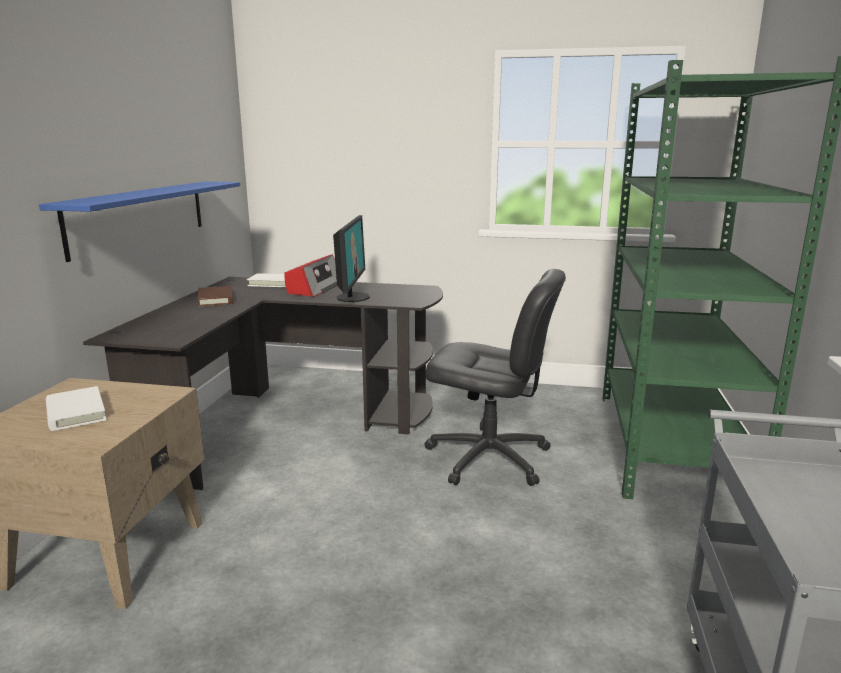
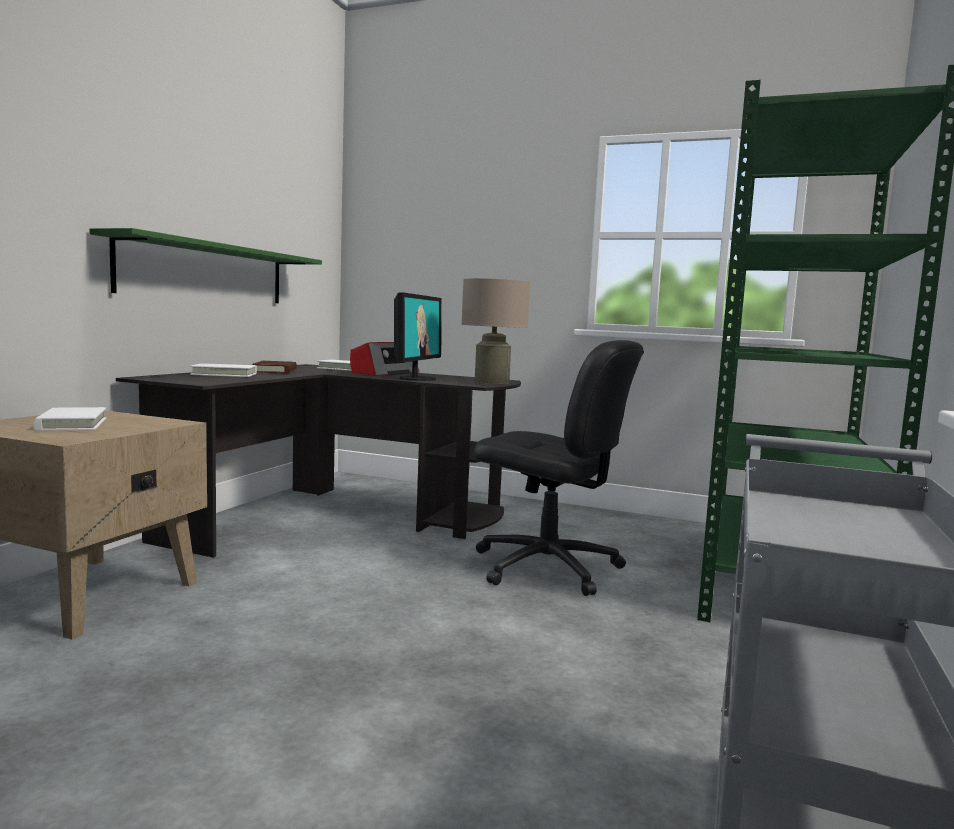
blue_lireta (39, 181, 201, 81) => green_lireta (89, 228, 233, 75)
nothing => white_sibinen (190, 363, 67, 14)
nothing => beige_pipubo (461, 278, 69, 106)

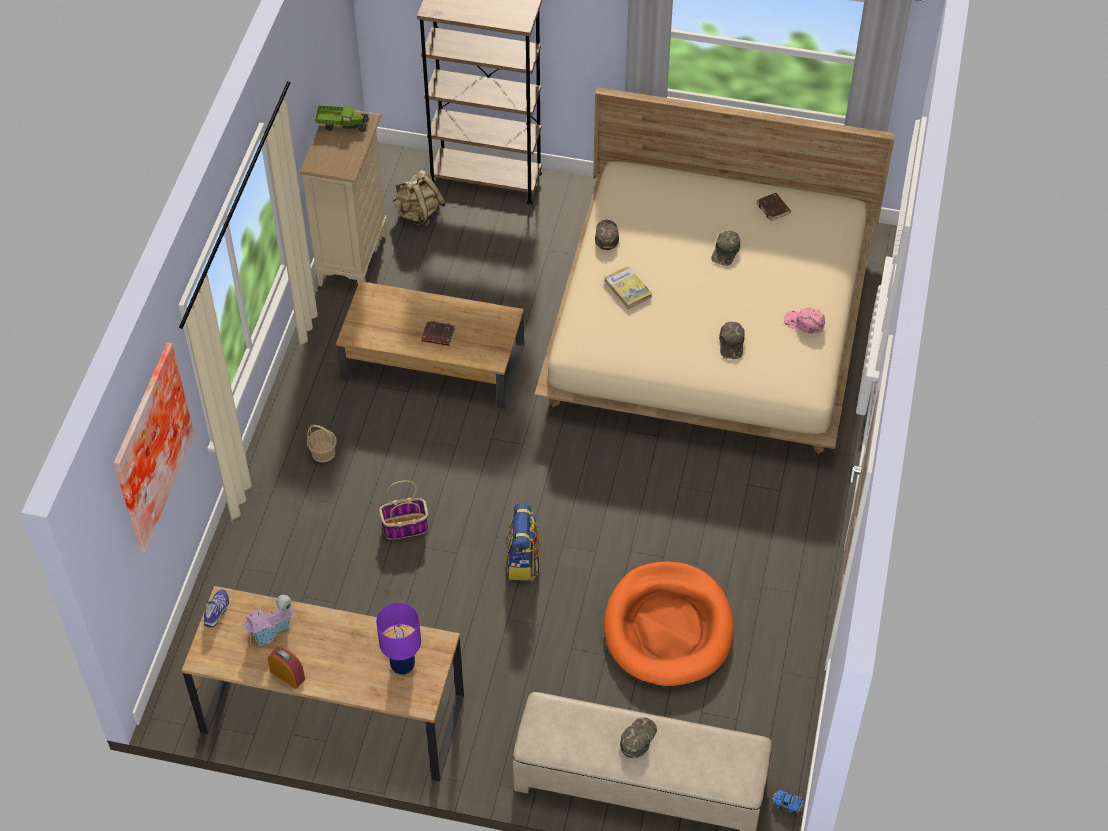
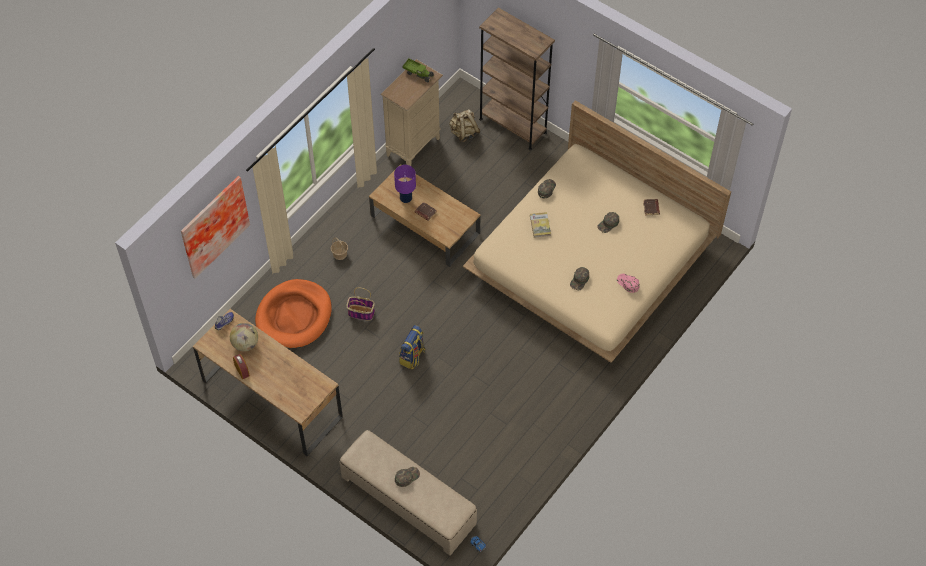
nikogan (242, 595, 52, 52) => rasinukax (230, 323, 28, 28)
purple_pipubo (376, 602, 45, 72) => purple_pipubo (394, 165, 22, 38), relocated
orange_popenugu (604, 561, 130, 126) => orange_popenugu (255, 279, 77, 69), relocated

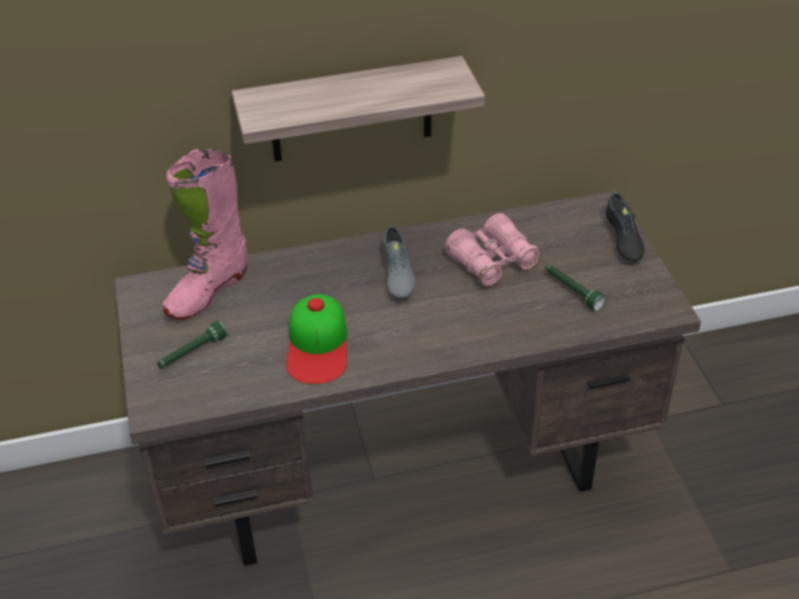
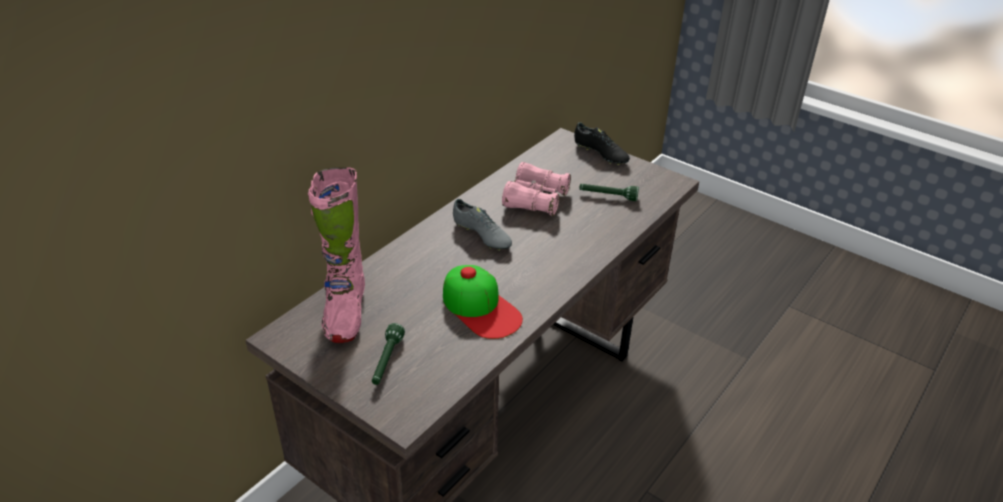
lireta (232, 56, 253, 105) => nothing

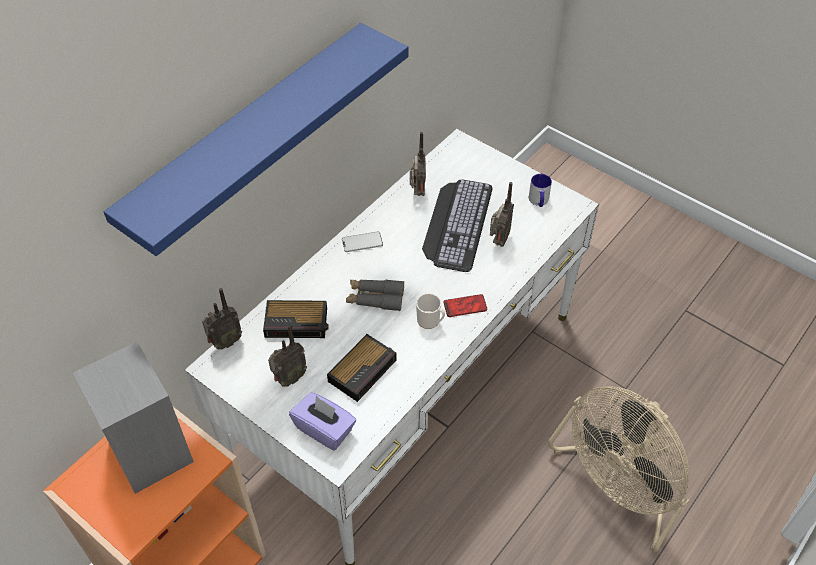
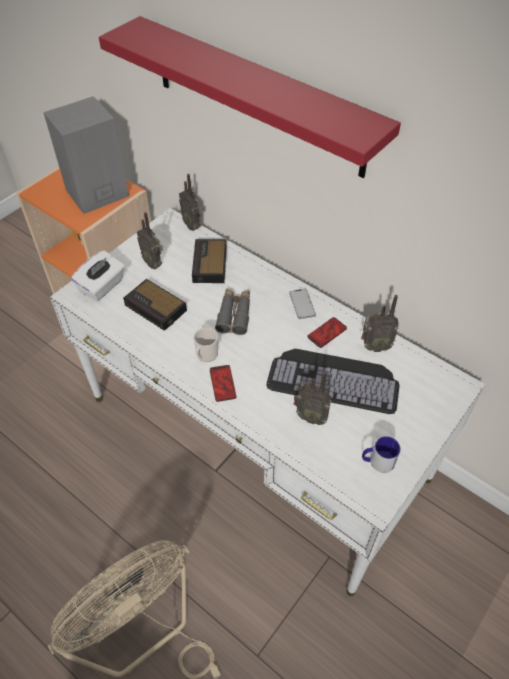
blue_lireta (104, 23, 304, 233) => red_lireta (99, 16, 302, 162)
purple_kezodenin (289, 392, 67, 59) => white_kezodenin (71, 250, 54, 51)
nothing => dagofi (308, 317, 39, 31)

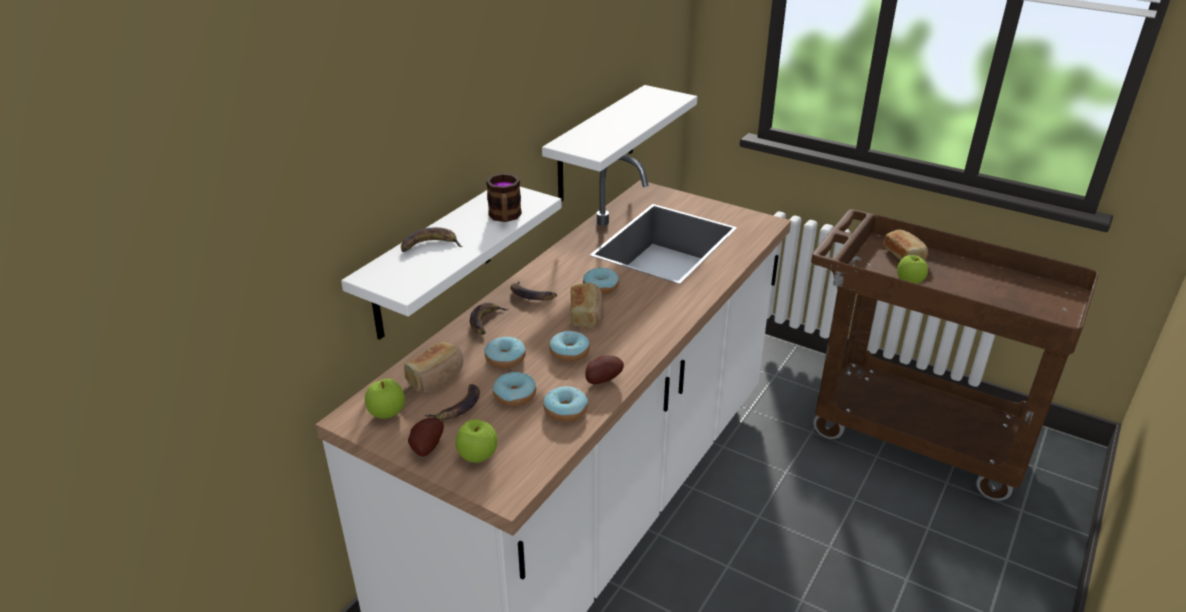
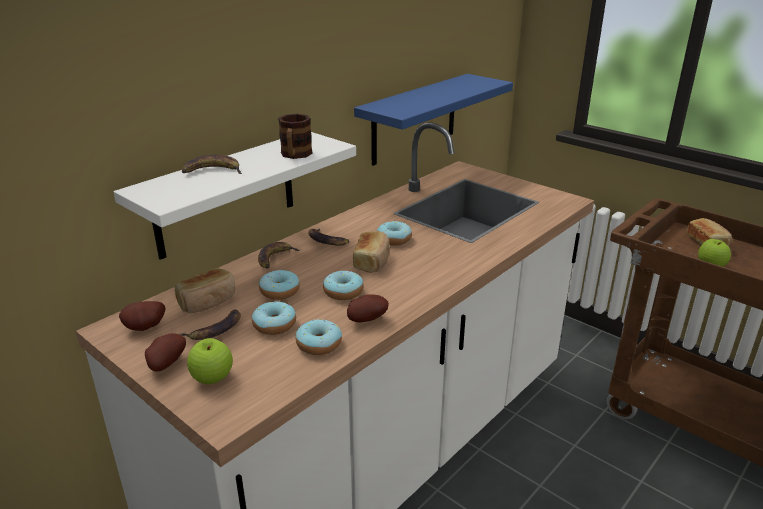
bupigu (365, 379, 40, 40) => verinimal (119, 301, 46, 30)
white_lireta (542, 85, 155, 117) => blue_lireta (354, 74, 159, 92)

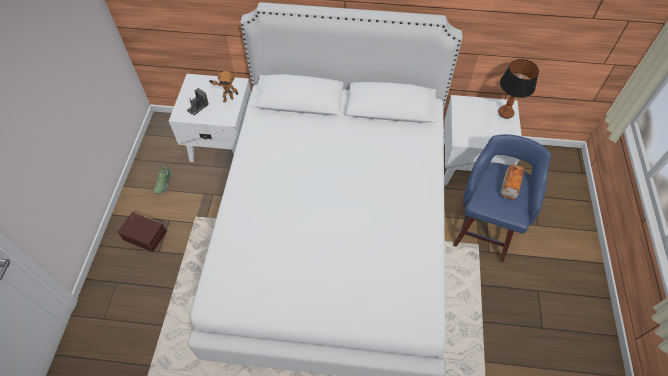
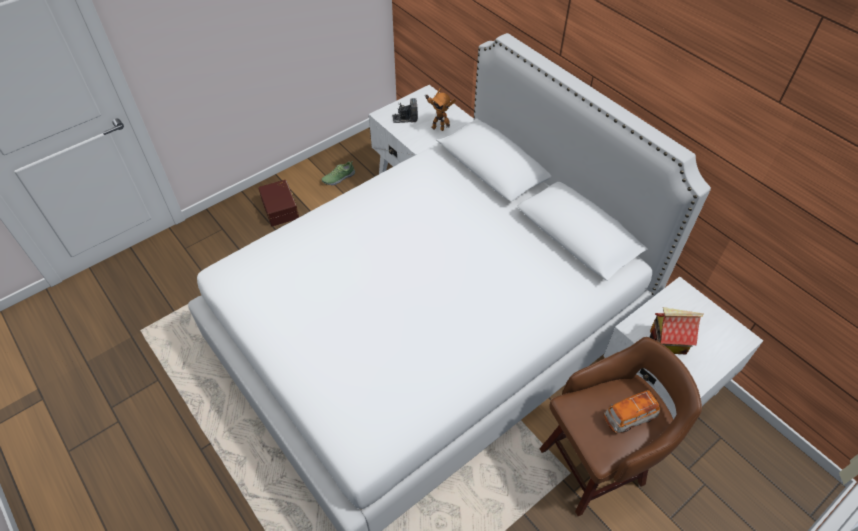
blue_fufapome (453, 134, 98, 128) => brown_fufapome (539, 337, 163, 179)
pipubo (498, 59, 41, 60) => nothing
nothing => nikogan (650, 307, 54, 48)

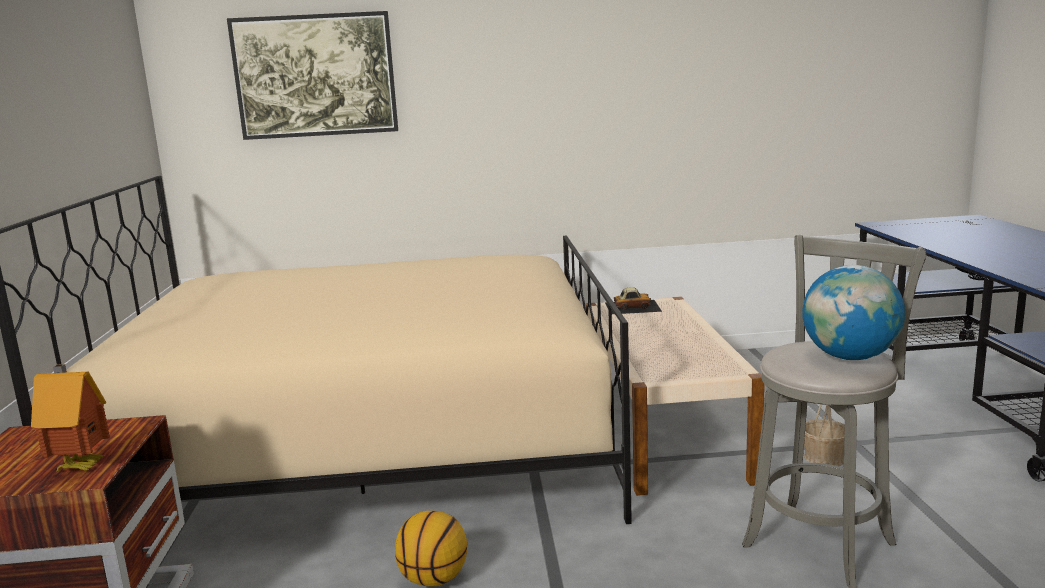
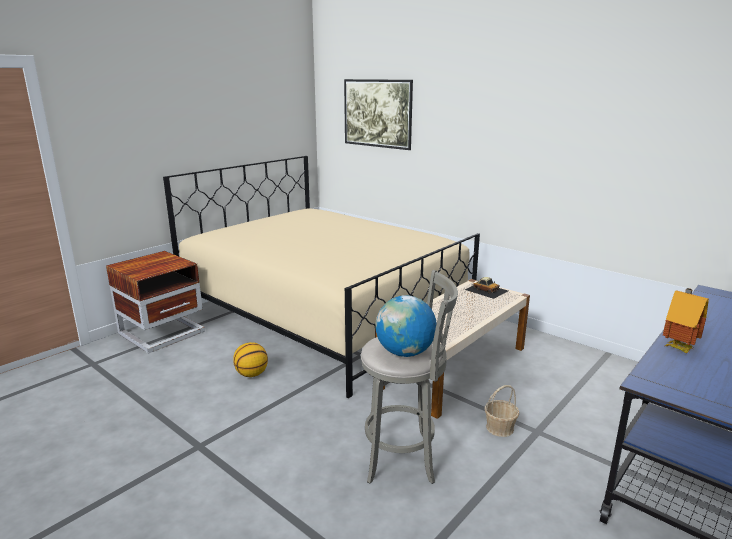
nikogan (31, 364, 79, 107) => nikogan (663, 288, 46, 66), relocated

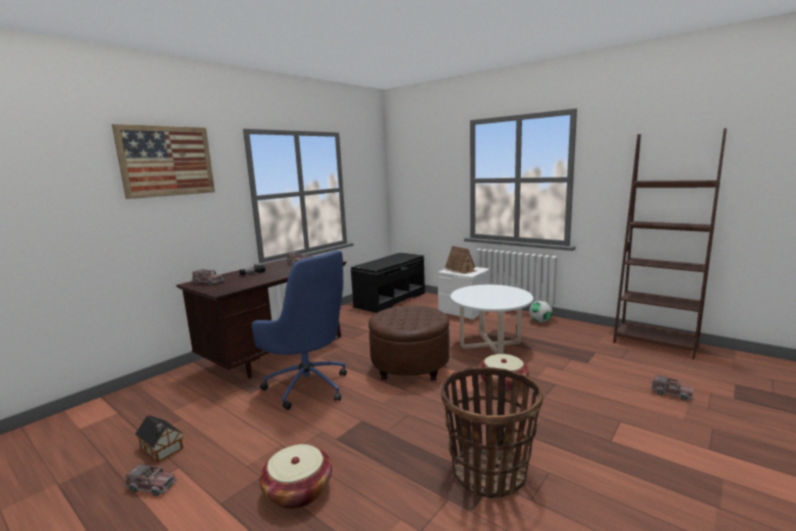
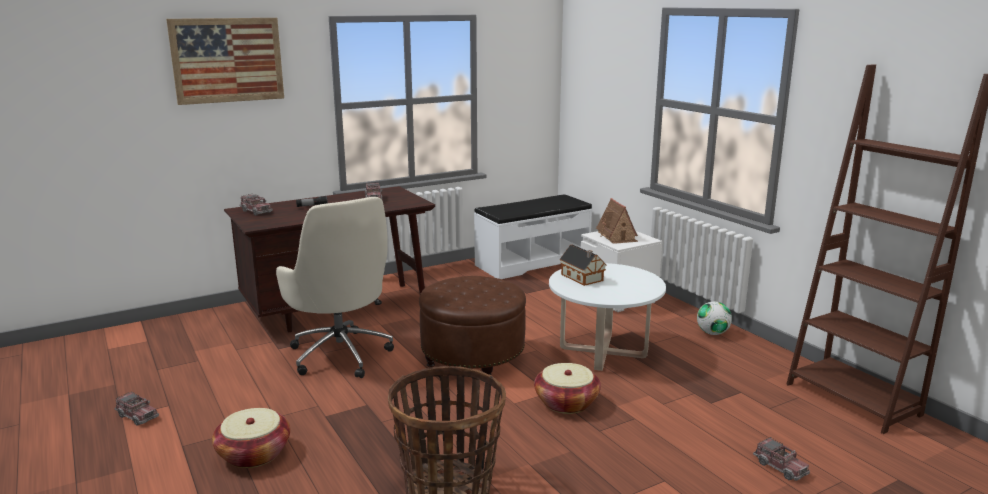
nikogan (135, 415, 49, 47) => nikogan (560, 245, 47, 41), relocated
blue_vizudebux (252, 251, 95, 159) => beige_vizudebux (276, 197, 118, 181)
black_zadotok (351, 253, 74, 60) => white_zadotok (474, 194, 118, 85)

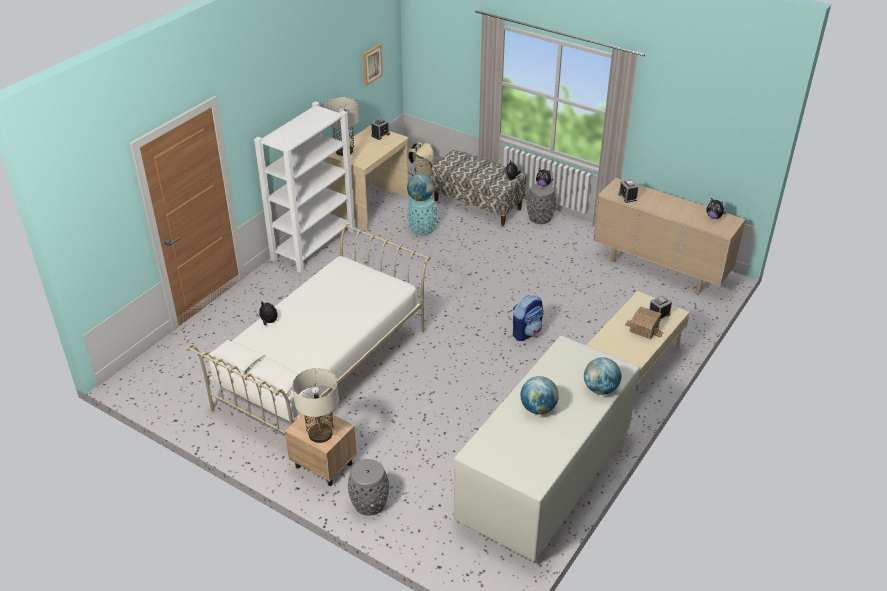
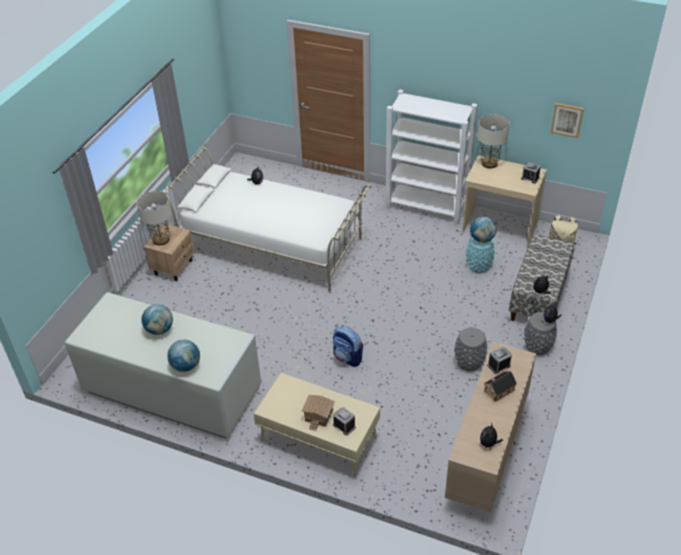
grey_fufapome (348, 459, 41, 57) => grey_fufapome (455, 328, 32, 43), relocated
nothing => nikogan (484, 371, 33, 31)

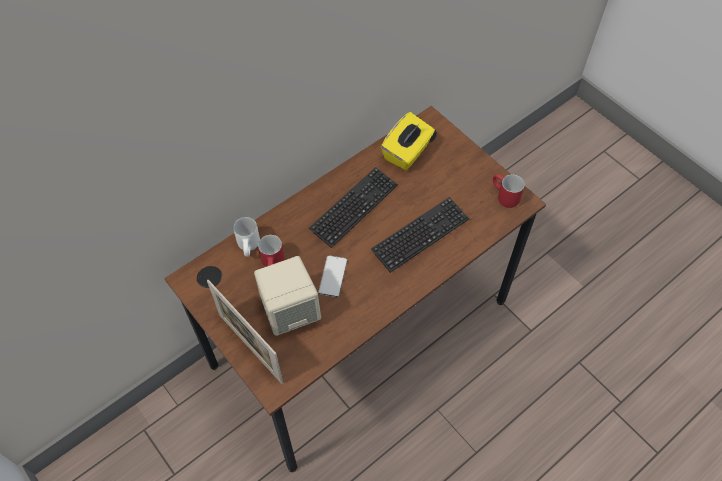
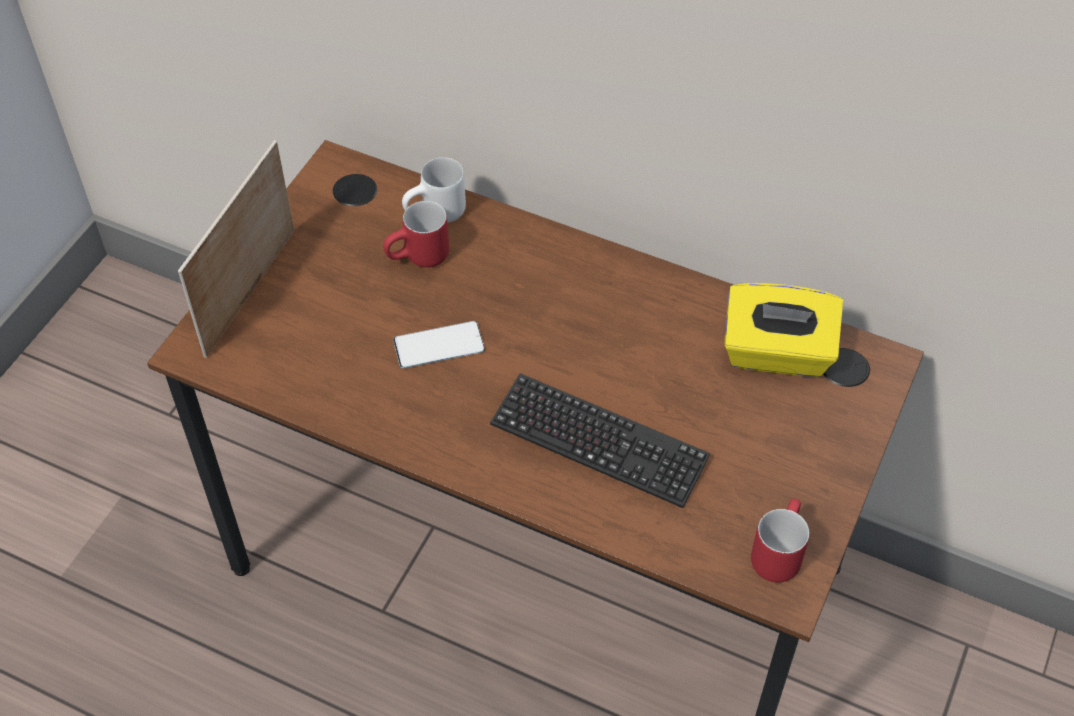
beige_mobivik (254, 256, 67, 80) => nothing
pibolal (309, 167, 89, 81) => nothing

